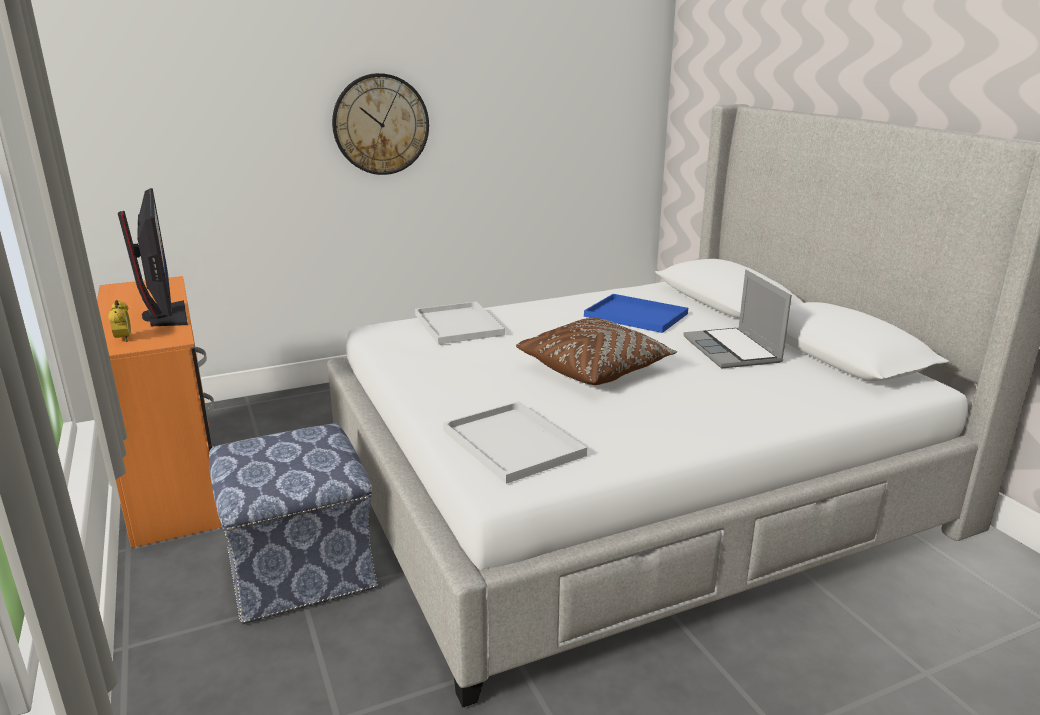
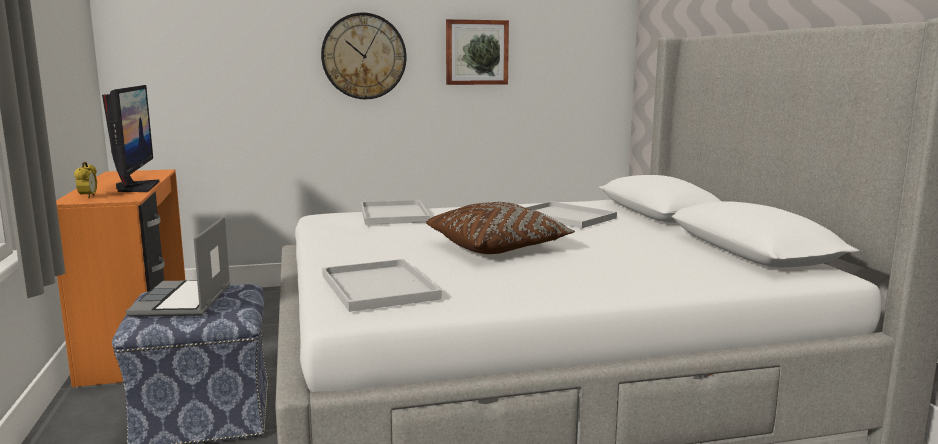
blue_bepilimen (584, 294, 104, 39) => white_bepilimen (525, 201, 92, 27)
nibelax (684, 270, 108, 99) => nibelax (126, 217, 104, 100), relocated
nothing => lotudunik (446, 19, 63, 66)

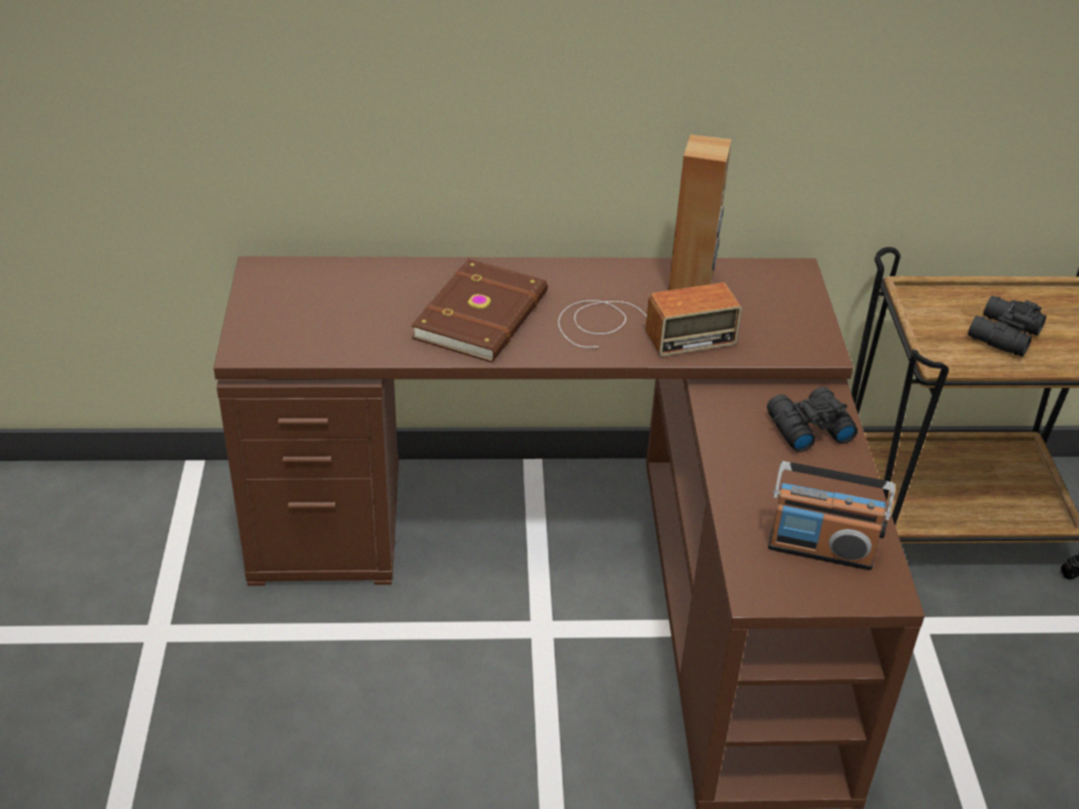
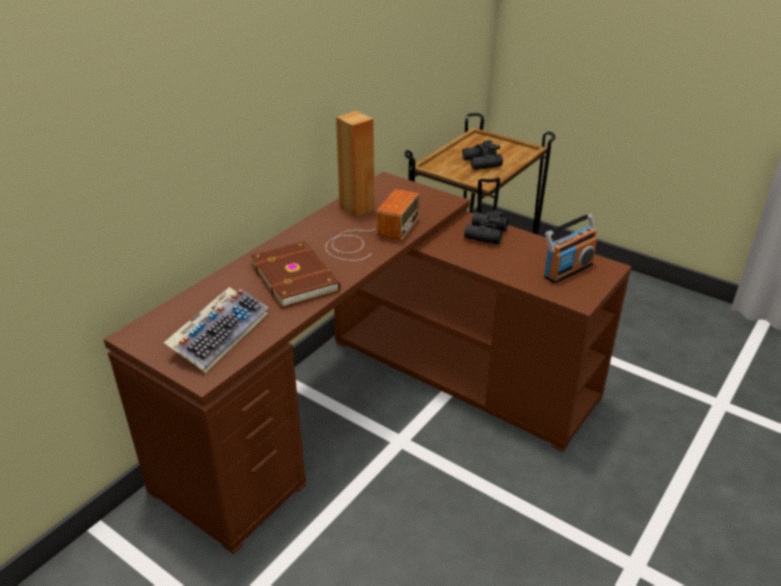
nothing => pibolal (163, 287, 105, 86)

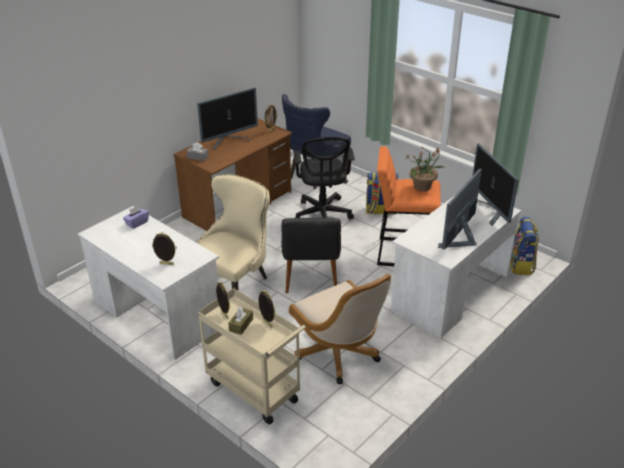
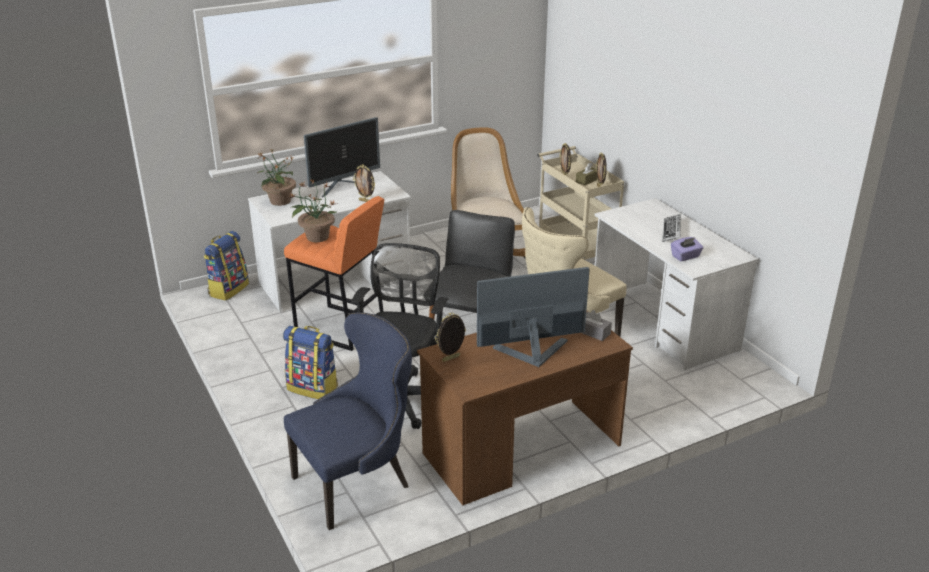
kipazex (152, 232, 25, 33) => kipazex (353, 165, 22, 37), relocated
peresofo (473, 144, 46, 82) => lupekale (258, 148, 38, 58)
nothing => pibolal (662, 214, 19, 28)

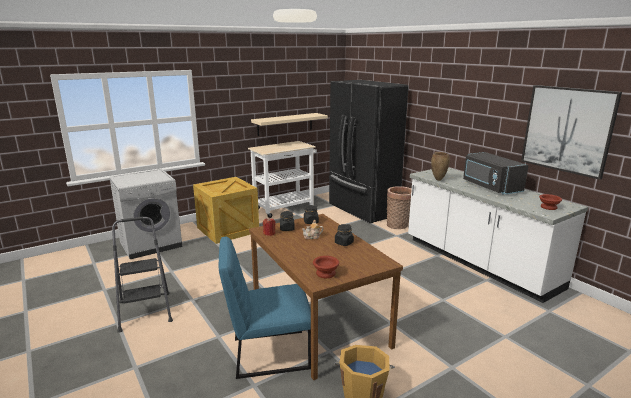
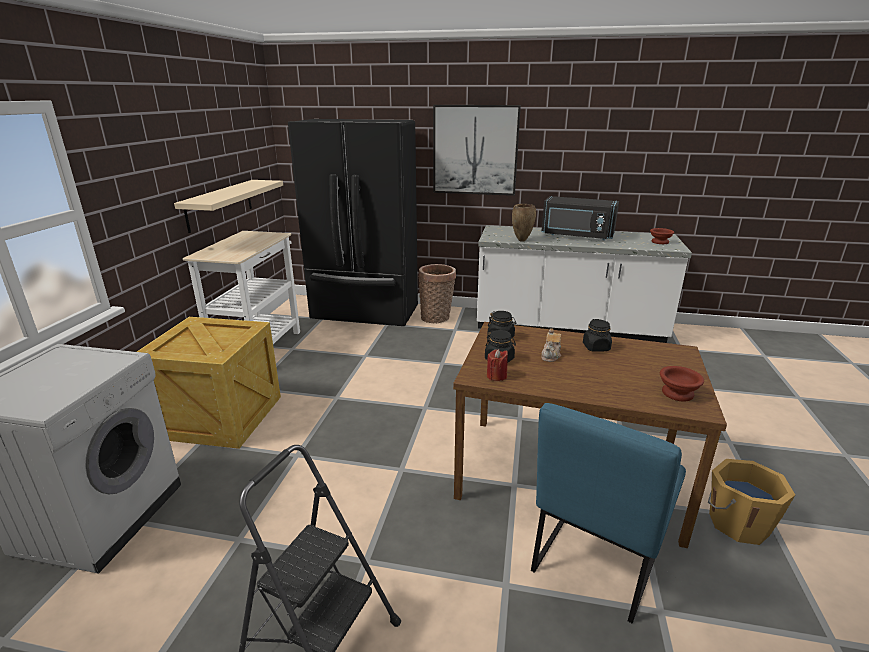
lotudunik (521, 85, 101, 95) => lotudunik (433, 105, 88, 91), relocated

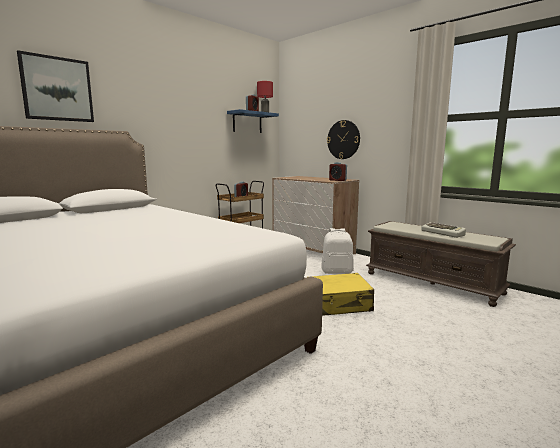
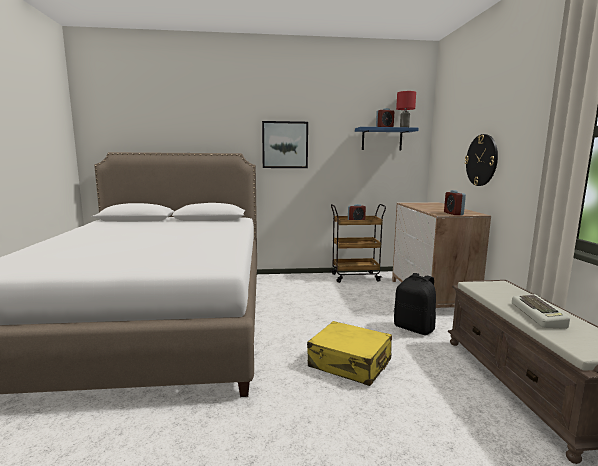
lotudunik (17, 50, 77, 72) => lotudunik (262, 121, 46, 47), relocated
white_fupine (321, 228, 33, 46) => black_fupine (394, 273, 42, 62)

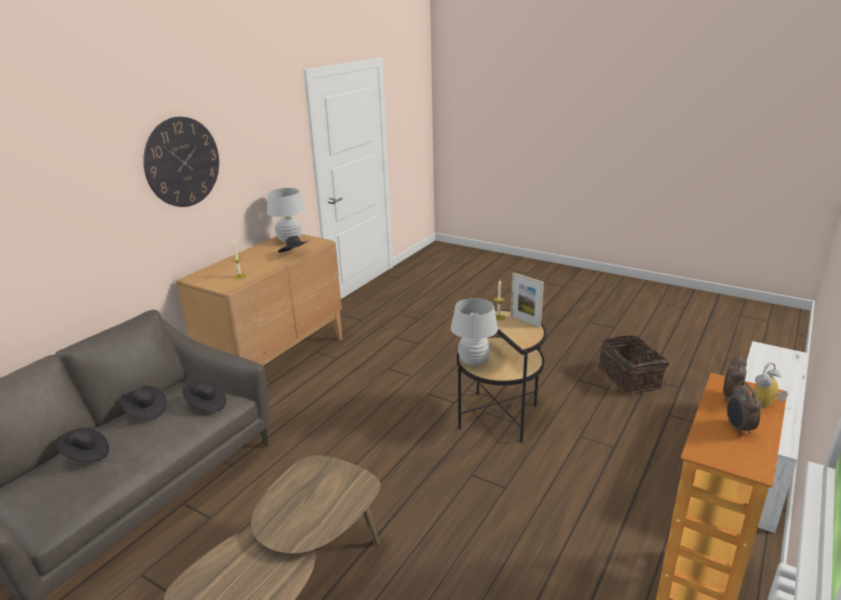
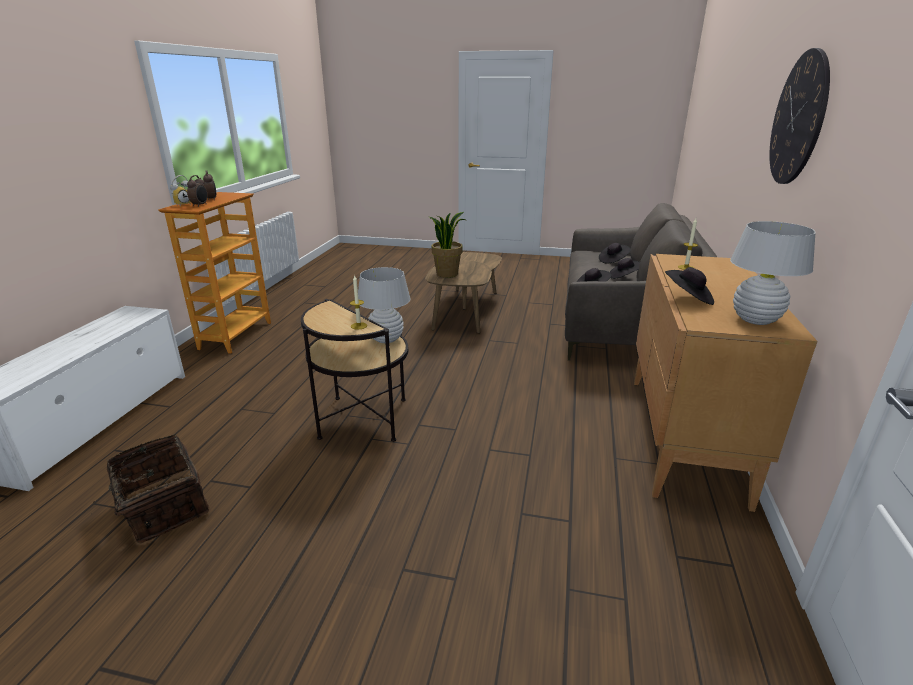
kipazex (511, 273, 33, 55) => nothing
nothing => lupekale (429, 212, 36, 66)

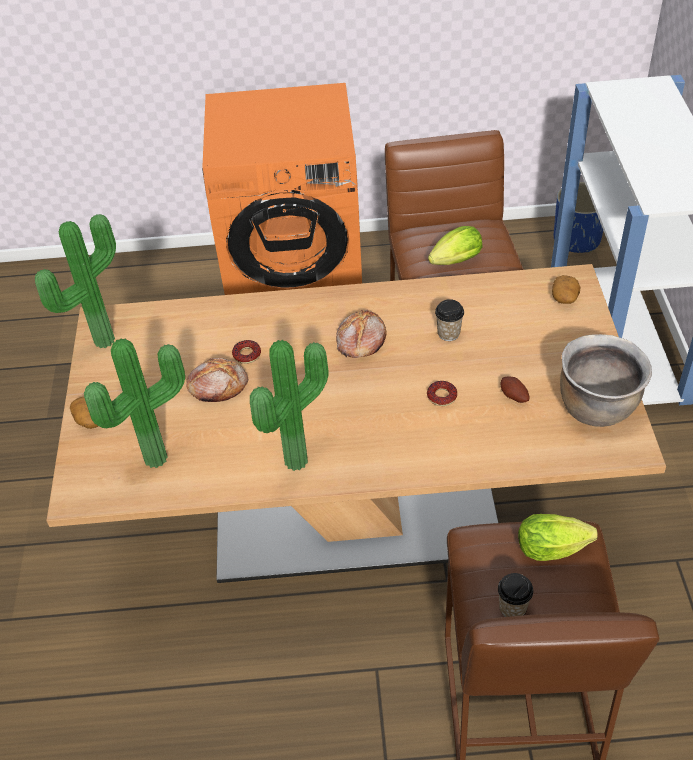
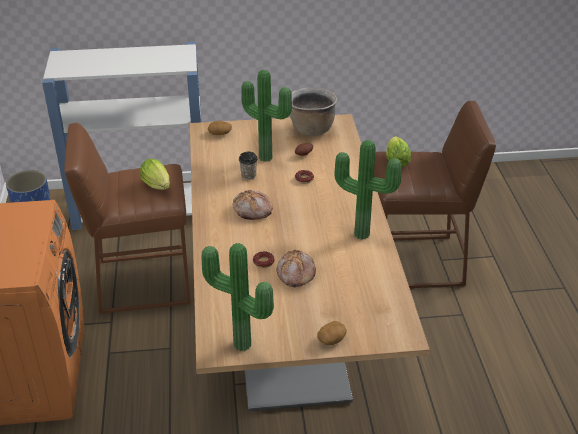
lupekale (84, 339, 101, 129) => lupekale (241, 70, 51, 92), relocated
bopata (498, 573, 36, 44) => nothing

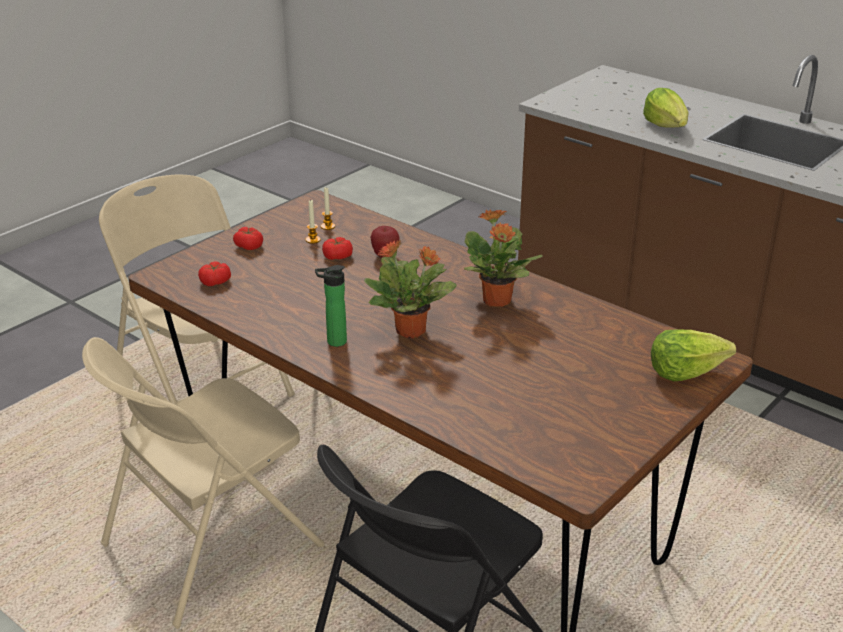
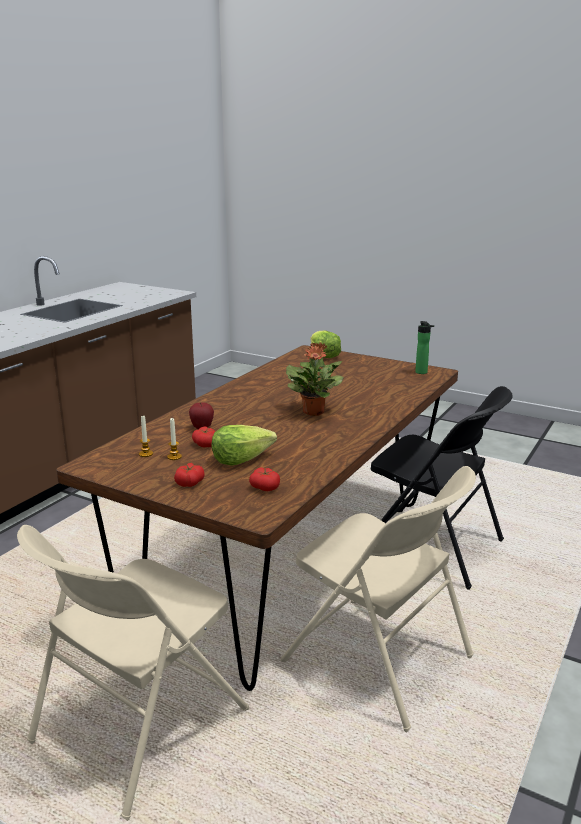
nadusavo (315, 265, 32, 82) => nadusavo (415, 321, 19, 53), relocated
lupekale (464, 209, 78, 98) => nothing
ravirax (643, 88, 46, 40) => ravirax (212, 425, 65, 41), relocated

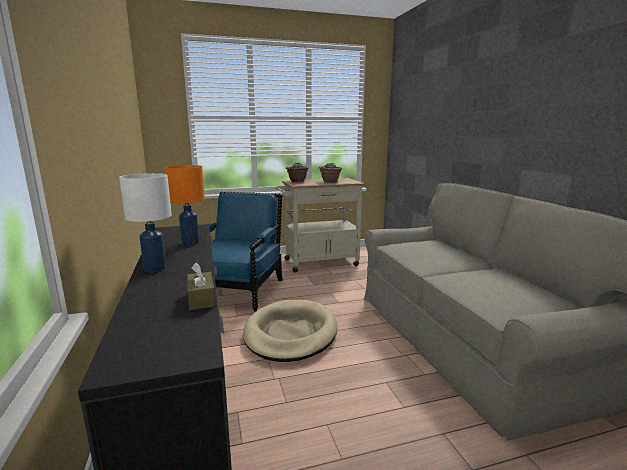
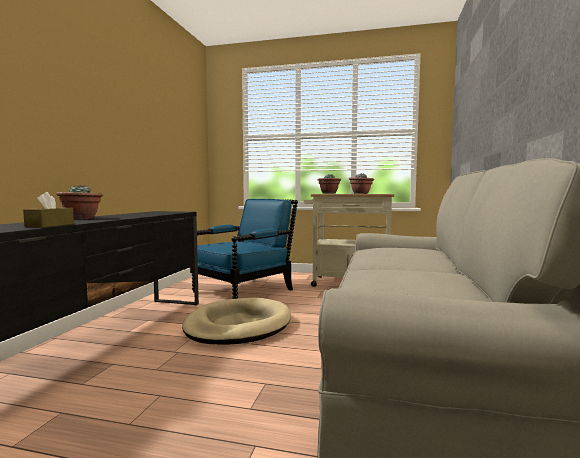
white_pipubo (119, 173, 53, 99) => lupekale (56, 185, 47, 34)
orange_pipubo (165, 165, 40, 80) => nothing

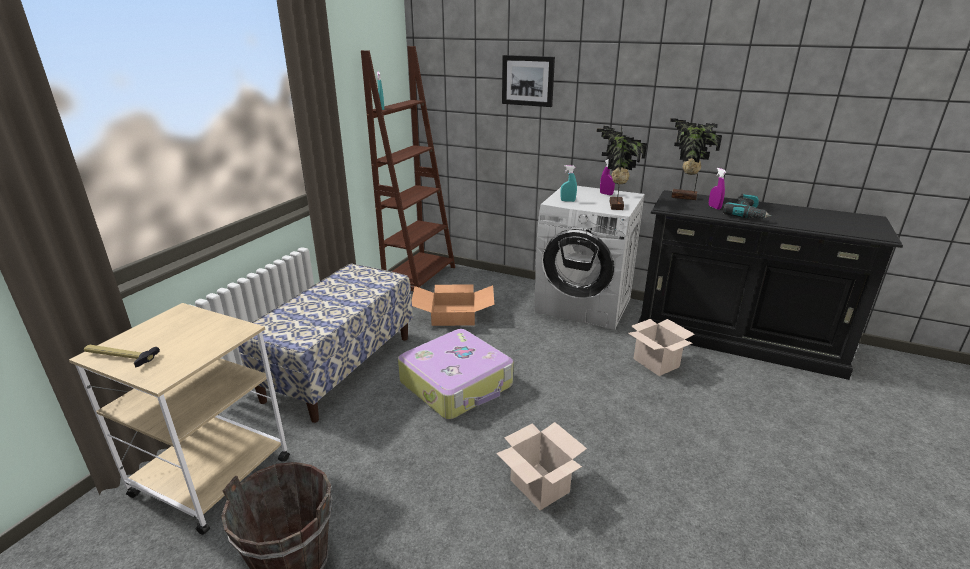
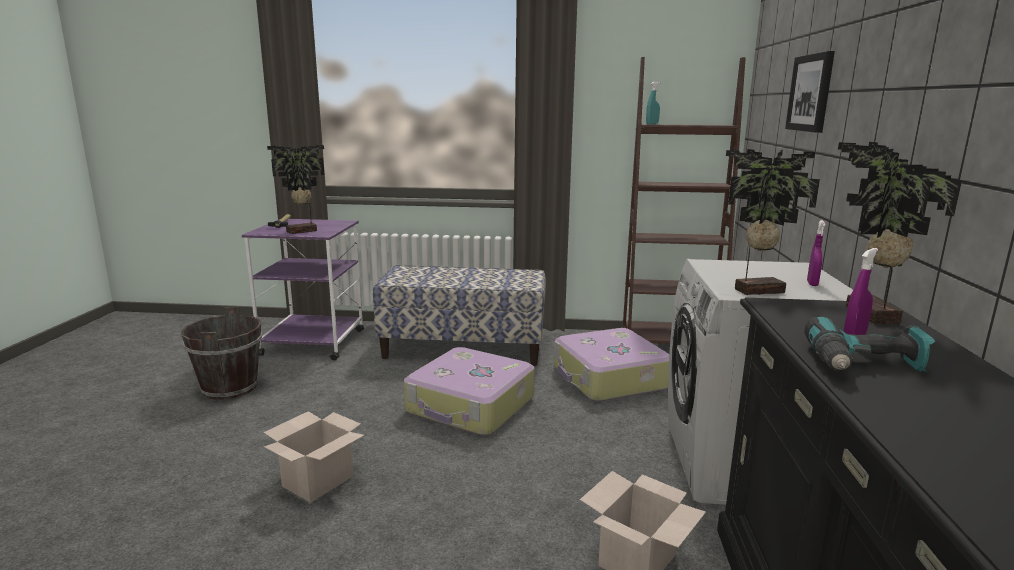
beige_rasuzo (69, 303, 221, 232) => purple_rasuzo (242, 219, 122, 141)
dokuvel (412, 284, 82, 42) => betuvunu (554, 328, 115, 74)
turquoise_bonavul (560, 165, 17, 37) => nothing
nothing => lupekale (267, 145, 57, 89)

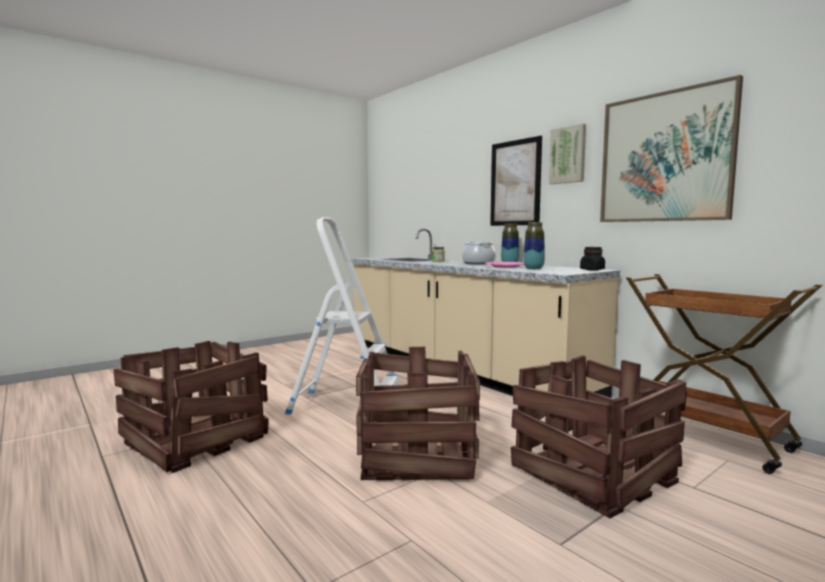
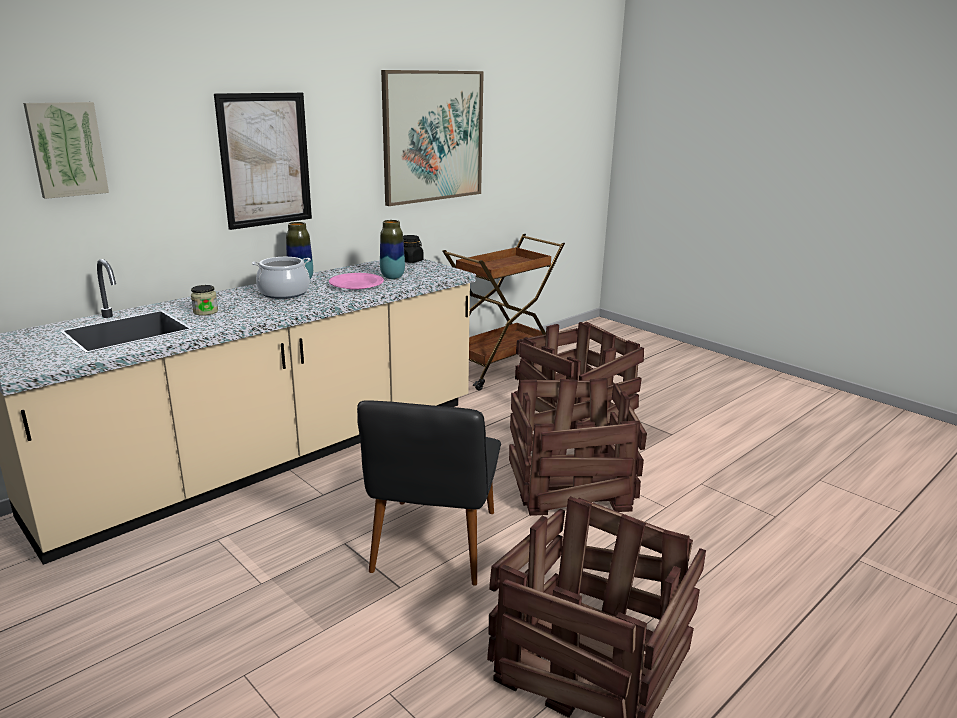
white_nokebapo (285, 217, 114, 197) => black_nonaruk (357, 400, 144, 186)
lotudunik (549, 124, 37, 60) => lotudunik (23, 102, 86, 97), relocated

